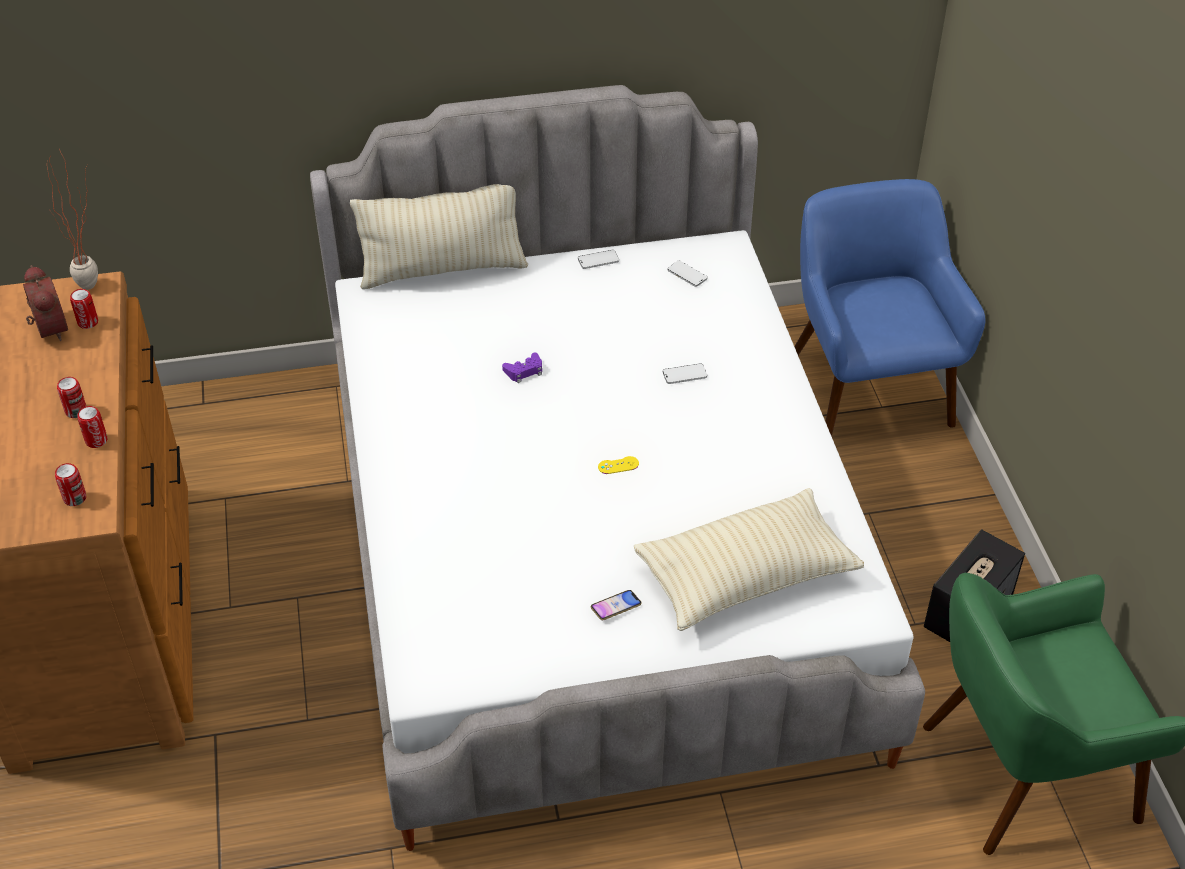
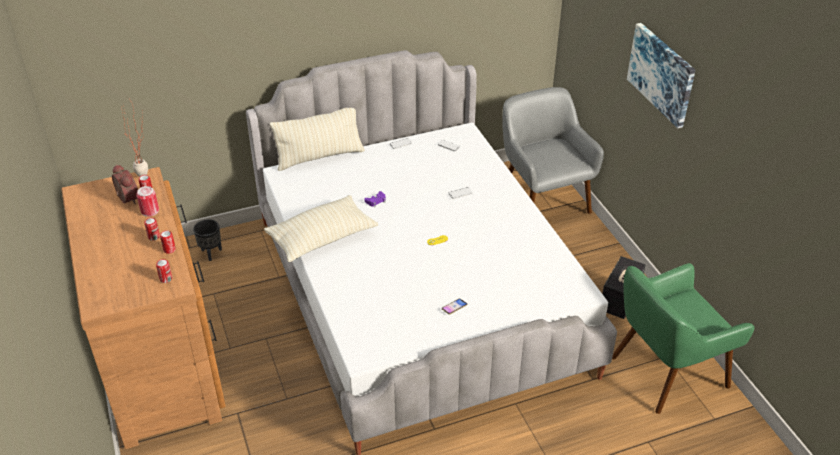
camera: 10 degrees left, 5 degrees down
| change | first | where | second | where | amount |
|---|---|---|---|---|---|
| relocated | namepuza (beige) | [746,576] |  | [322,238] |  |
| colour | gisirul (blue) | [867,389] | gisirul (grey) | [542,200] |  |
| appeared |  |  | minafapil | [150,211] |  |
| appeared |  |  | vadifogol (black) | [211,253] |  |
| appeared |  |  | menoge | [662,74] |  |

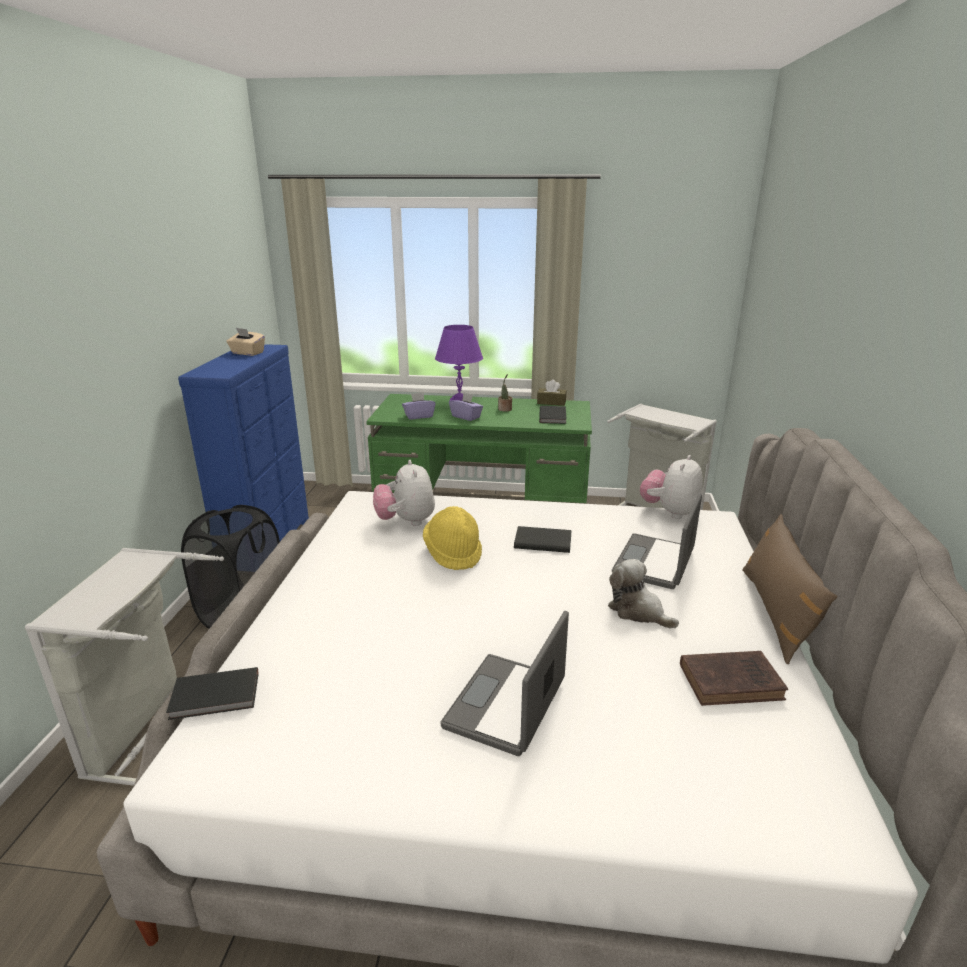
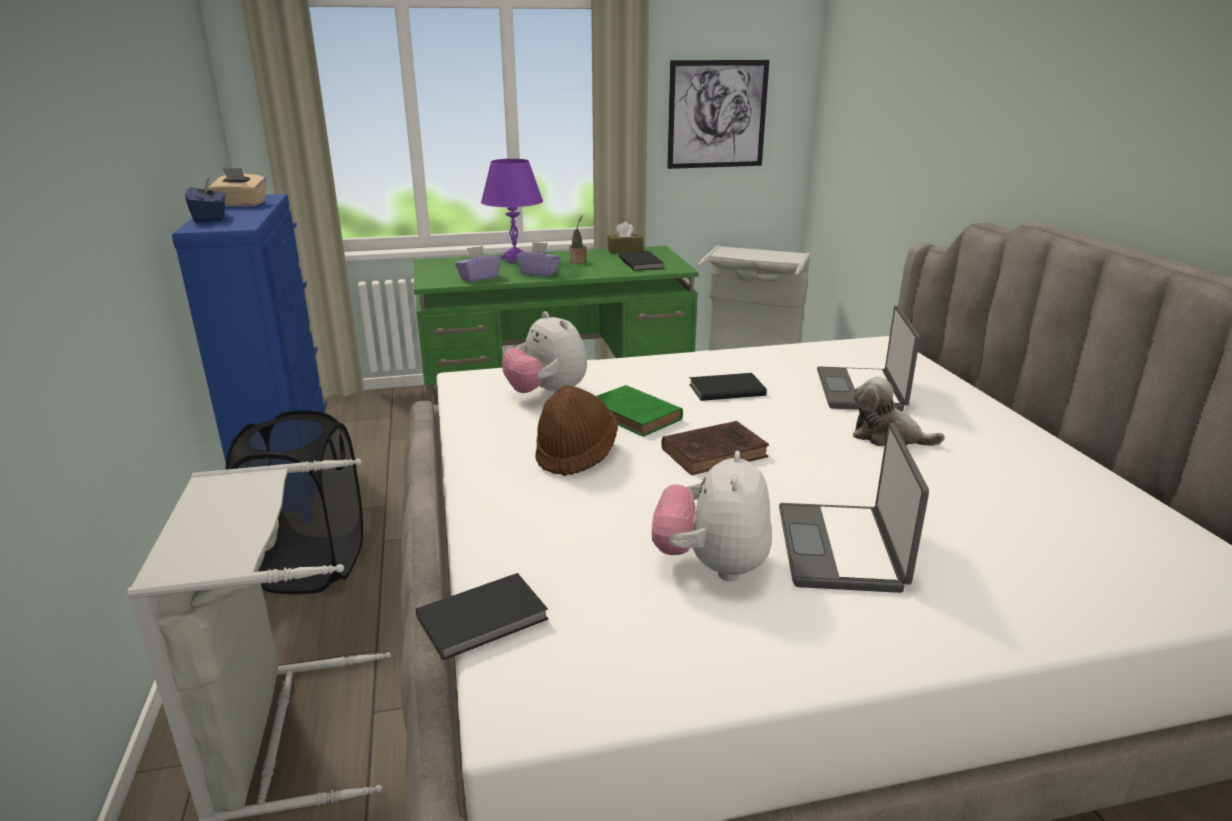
camera: 20 degrees left, 0 degrees up
| change | first | where | second | where | amount |
|---|---|---|---|---|---|
| exchanged | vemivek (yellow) | [453,553] | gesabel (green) | [636,416] |  |
| relocated | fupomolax | [670,512] |  | [711,566] |  |
| relocated | gesabel (brown) | [733,682] |  | [716,452] |  |
| missing | namepuza (brown) | [776,613] |  |  |  |
| appeared |  |  | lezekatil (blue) | [211,218] |  |
| appeared |  |  | vemivek (brown) | [576,454] |  |
| appeared |  |  | menoge | [717,114] |  |

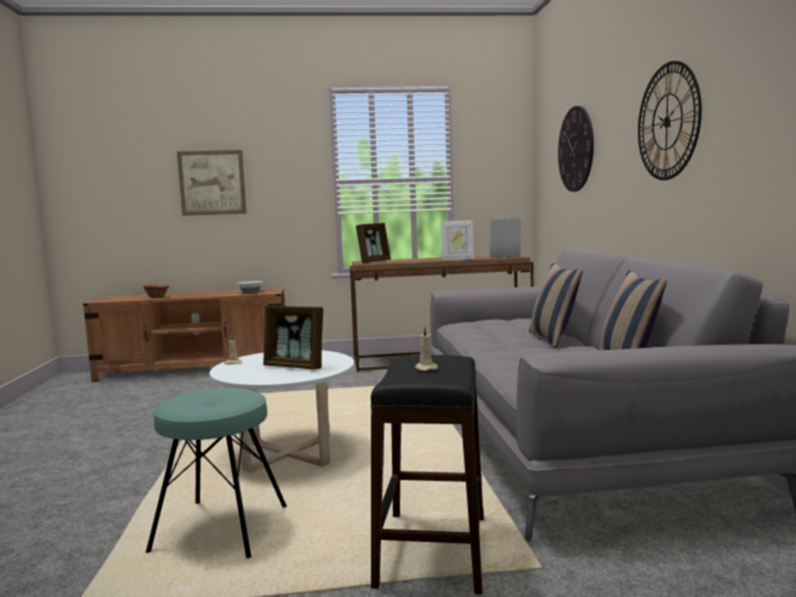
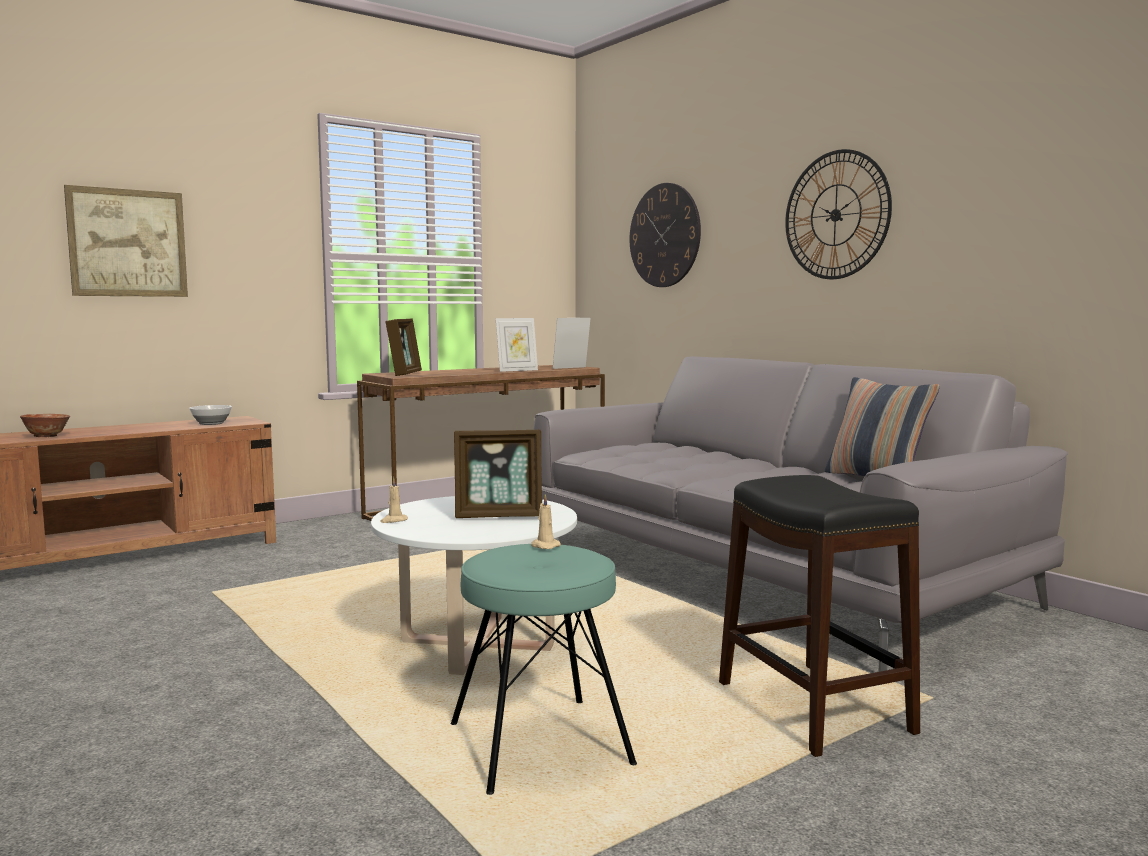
camera: 30 degrees left, 0 degrees up
| change | first | where | second | where | amount |
|---|---|---|---|---|---|
| relocated | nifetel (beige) | [425,368] |  | [544,546] |  |
| missing | namepuza | [553,339] |  |  |  |

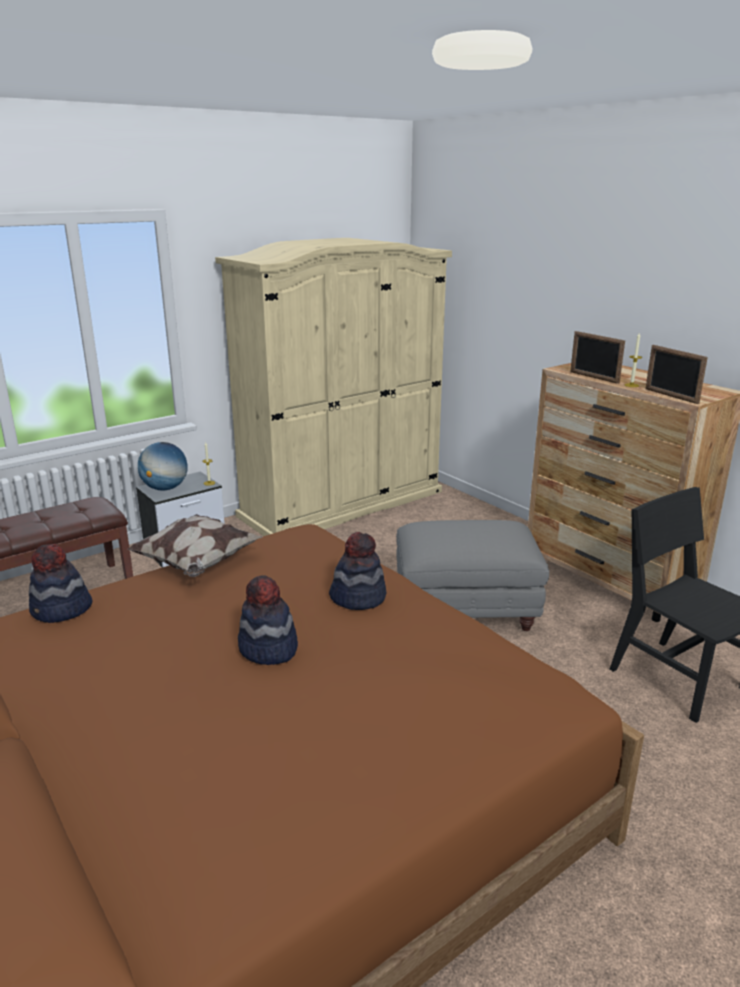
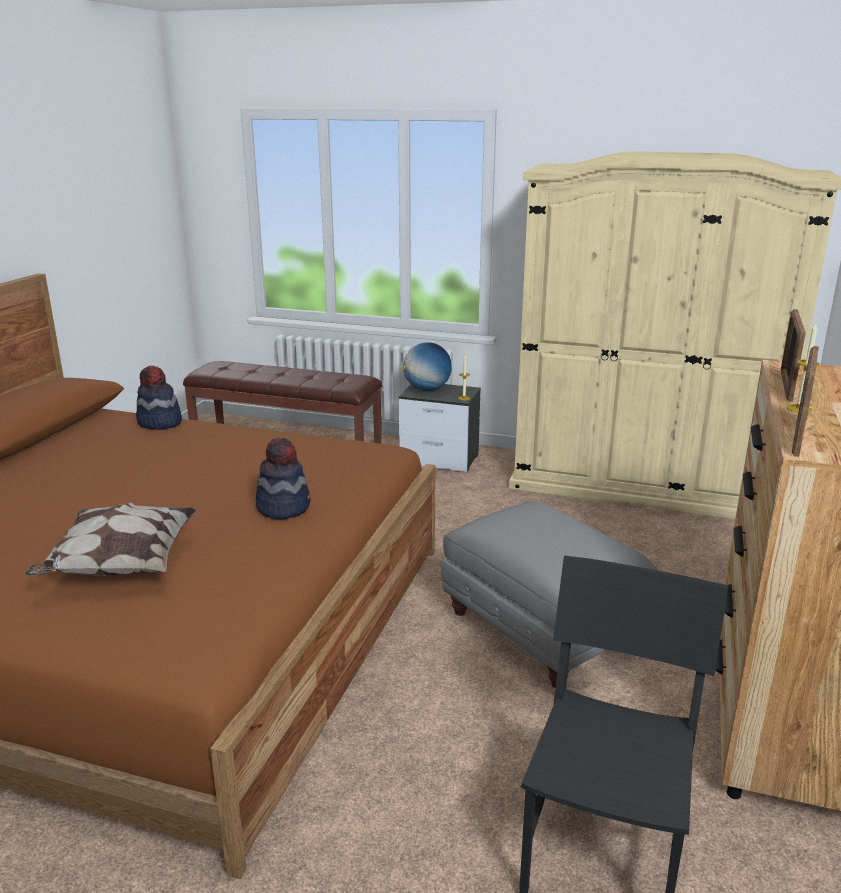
camera: 55 degrees right, 0 degrees up
| change | first | where | second | where | amount |
|---|---|---|---|---|---|
| relocated | namepuza | [197,564] |  | [120,566] |  |
| missing | vemivek | [268,649] |  |  |  |

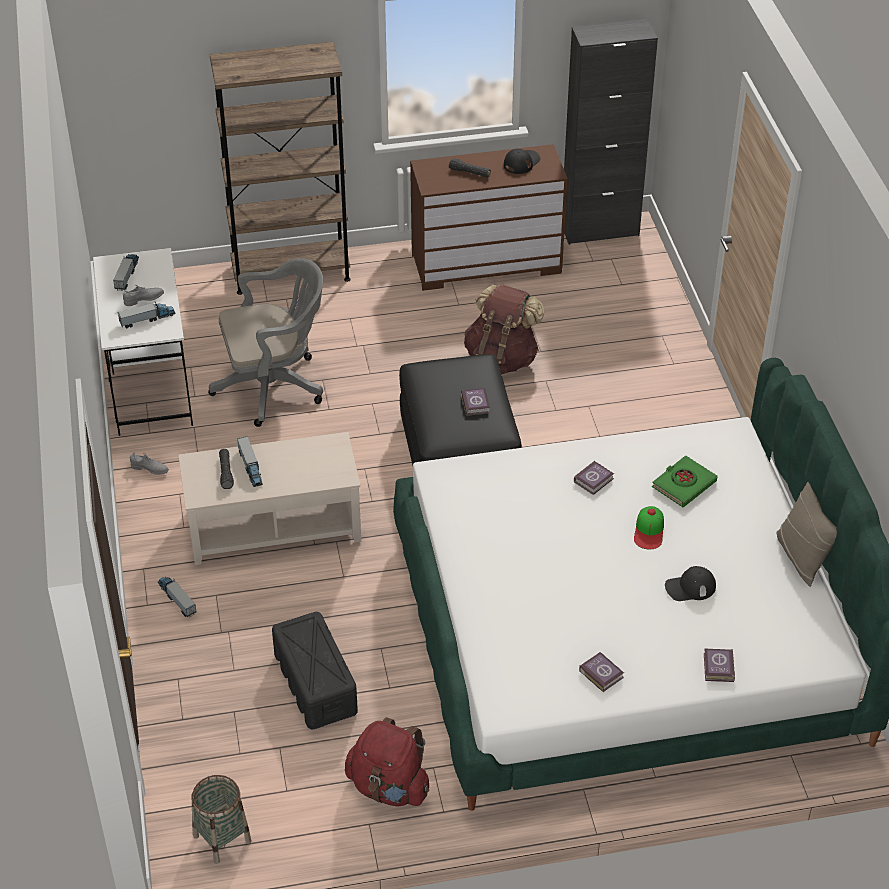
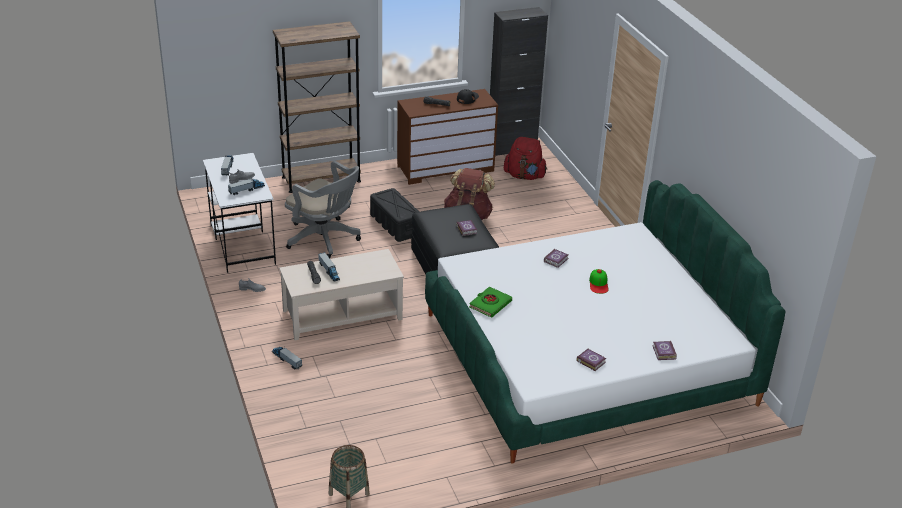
camera: 10 degrees left, 10 degrees down
| change | first | where | second | where | amount |
|---|---|---|---|---|---|
| spun | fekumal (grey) | [275,386] |  | [325,239] | 60 degrees clockwise |
| relocated | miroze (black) | [315,683] |  | [395,224] |  |
| relocated | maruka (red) | [389,788] |  | [524,176] |  |
| relocated | gesabel (green) | [683,484] |  | [490,304] |  |
| missing | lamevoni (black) | [690,587] |  |  |  |
| missing | namepuza (beige) | [802,557] |  |  |  |

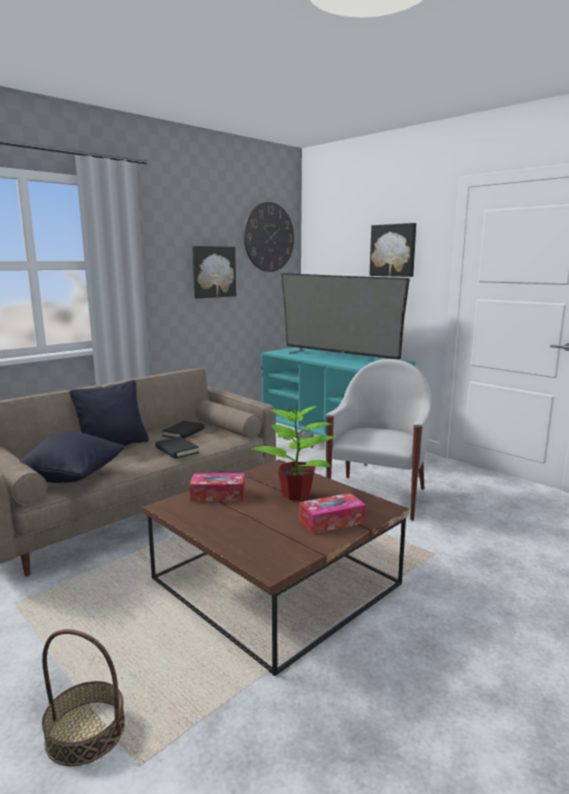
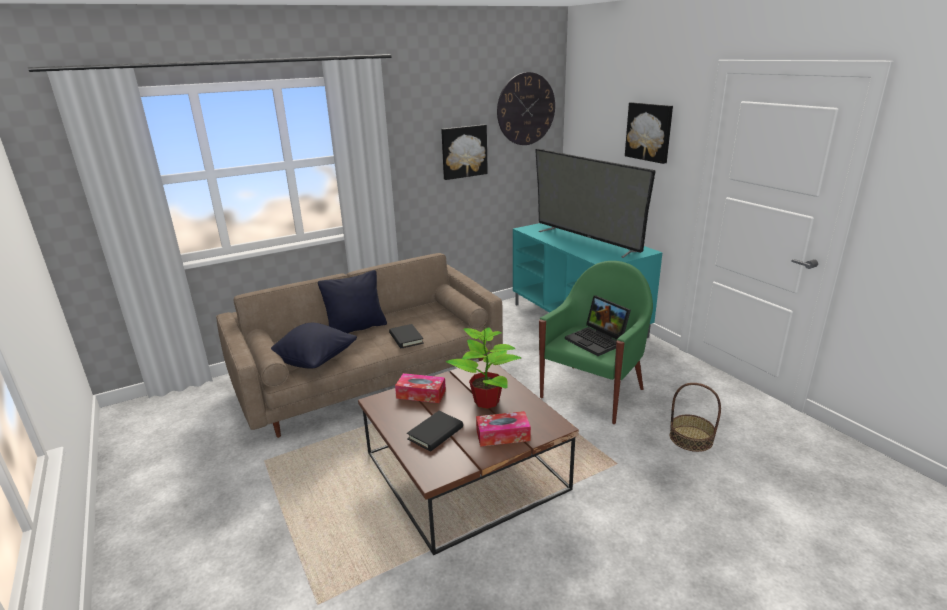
camera: 15 degrees right, 10 degrees up
| change | first | where | second | where | amount |
|---|---|---|---|---|---|
| relocated | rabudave | [85,732] |  | [691,438] |  |
| relocated | gesabel (black) | [183,432] |  | [435,433] |  |
| colour | gisirul (white) | [378,496] | gisirul (green) | [593,392] |  |
| appeared |  |  | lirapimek | [597,341] |  |

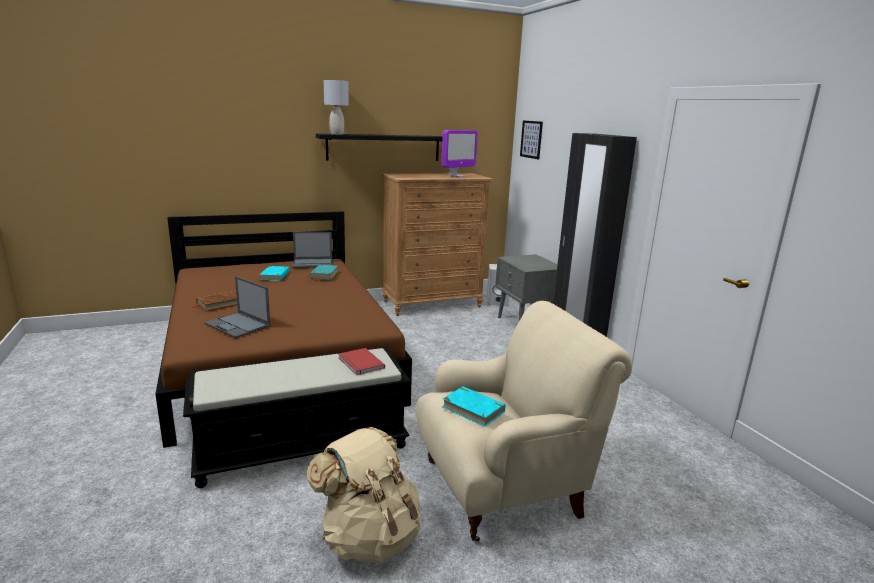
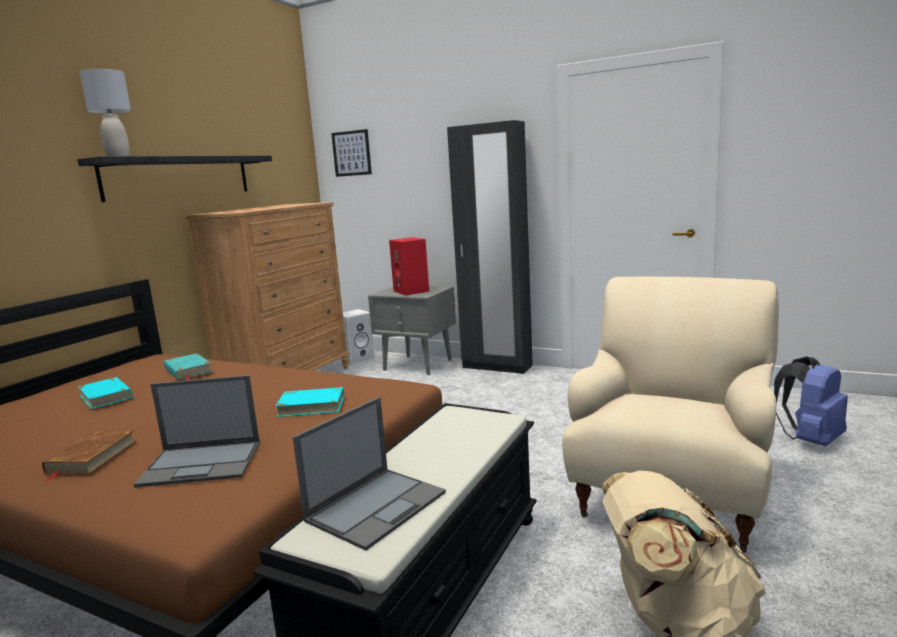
camera: 40 degrees left, 5 degrees down
| change | first | where | second | where | amount |
|---|---|---|---|---|---|
| relocated | lirapimek | [313,263] |  | [377,506] |  |
| missing | gesabel (red) | [359,363] |  |  |  |
| missing | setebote | [457,176] |  |  |  |
| relocated | gesabel (turquoise) | [473,409] |  | [311,406] |  |
| appeared |  |  | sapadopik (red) | [412,291] |  |
| appeared |  |  | maruka (blue) | [810,440] |  |

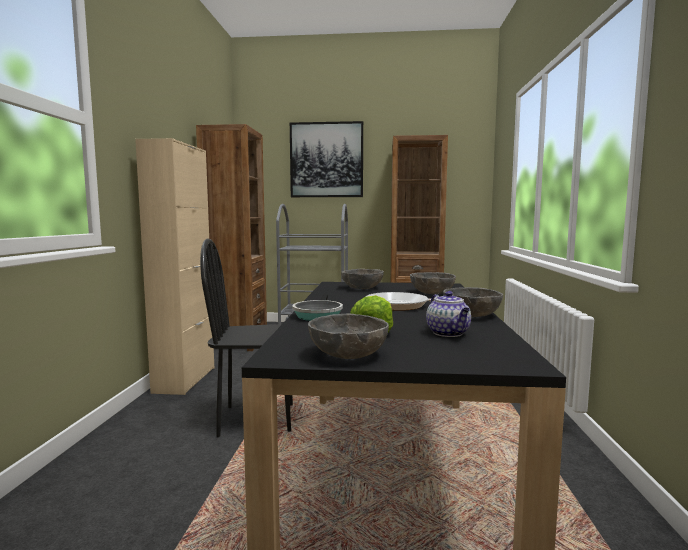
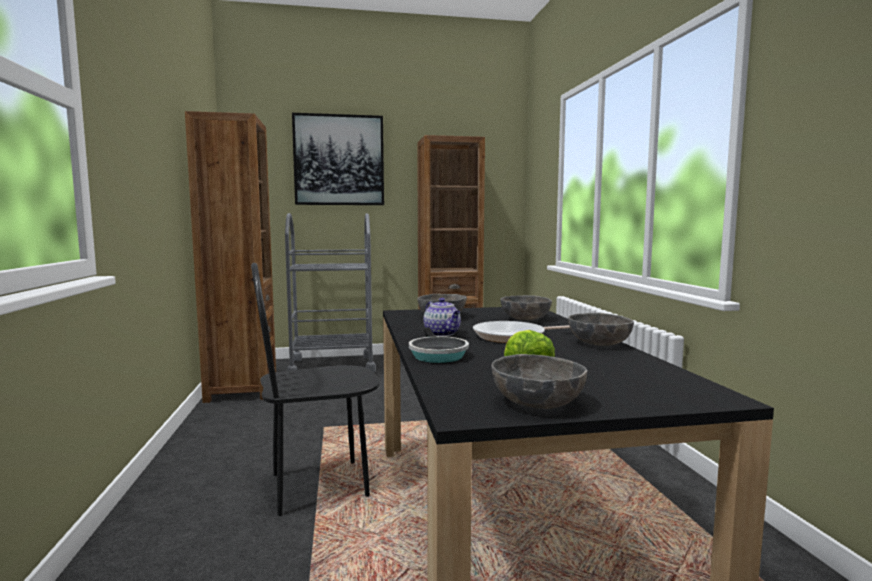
camera: 15 degrees left, 0 degrees up
| change | first | where | second | where | amount |
|---|---|---|---|---|---|
| missing | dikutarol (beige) | [185,379] |  |  |  |
| relocated | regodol | [449,333] |  | [443,334] |  |

